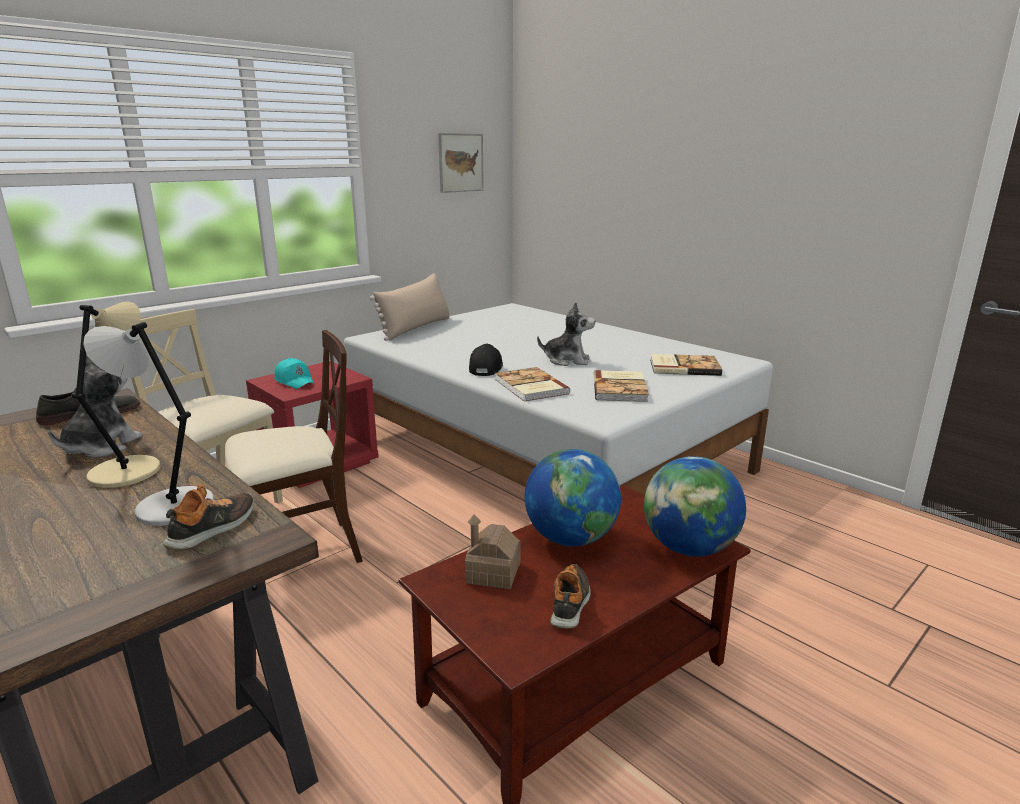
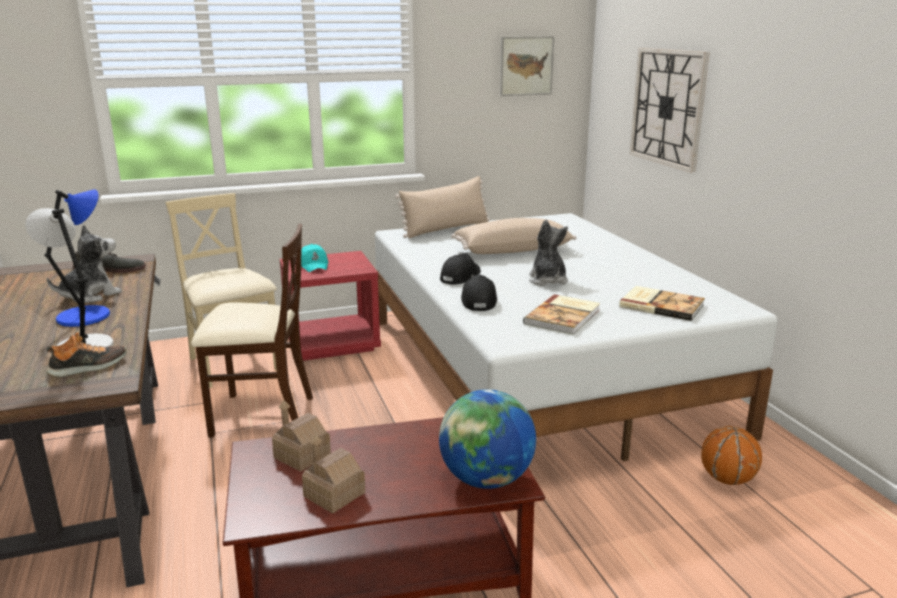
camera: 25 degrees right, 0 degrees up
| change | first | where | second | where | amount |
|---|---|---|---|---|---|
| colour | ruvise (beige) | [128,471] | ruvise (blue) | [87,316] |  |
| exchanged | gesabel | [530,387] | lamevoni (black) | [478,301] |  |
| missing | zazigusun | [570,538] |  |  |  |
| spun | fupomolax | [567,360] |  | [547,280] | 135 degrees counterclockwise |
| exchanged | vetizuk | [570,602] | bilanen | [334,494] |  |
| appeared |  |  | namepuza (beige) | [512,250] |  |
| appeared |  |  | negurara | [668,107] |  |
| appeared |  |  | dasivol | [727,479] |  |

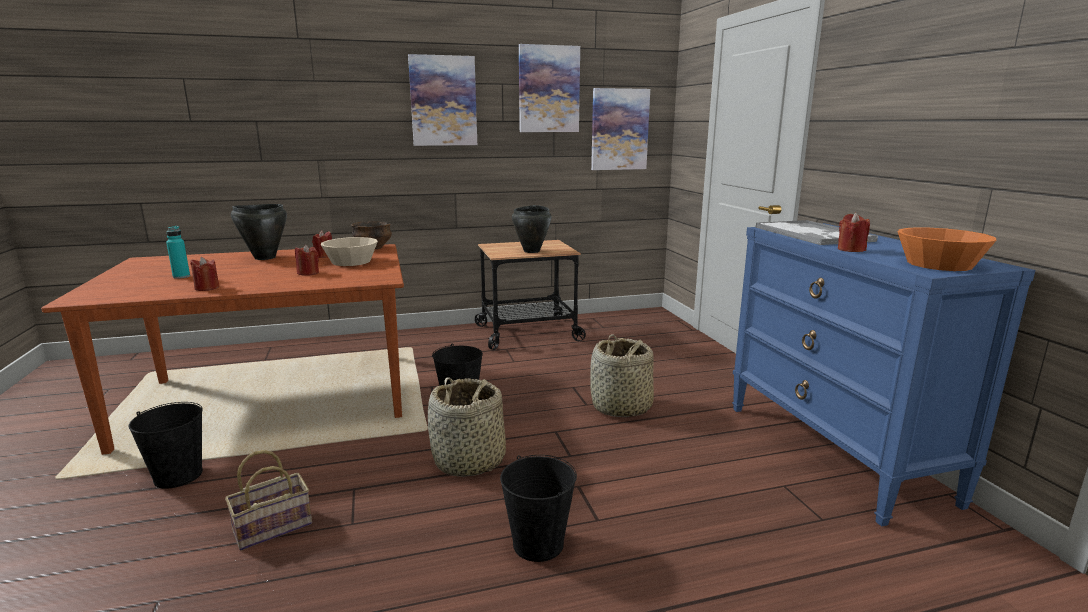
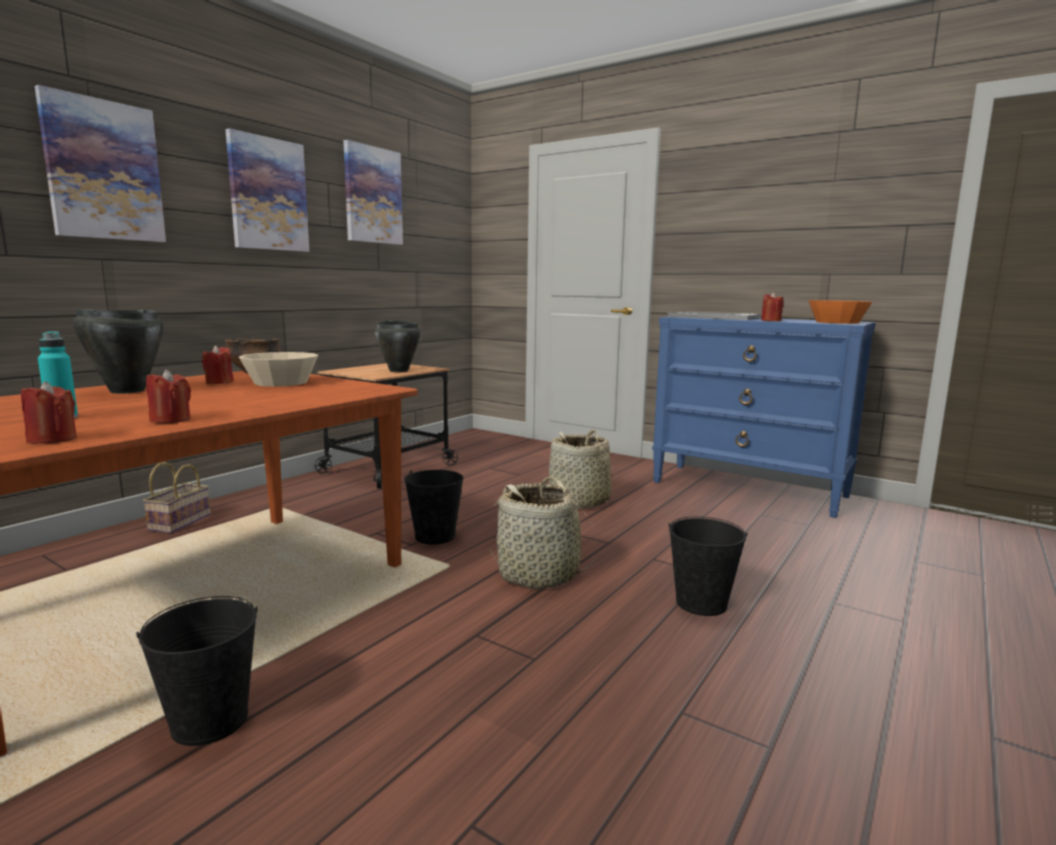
camera: 40 degrees left, 5 degrees down
| change | first | where | second | where | amount |
|---|---|---|---|---|---|
| relocated | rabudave | [274,526] |  | [180,522] |  |
| relocated | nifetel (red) | [308,273] |  | [52,439] |  |
| relocated | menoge | [619,129] |  | [103,170] |  |

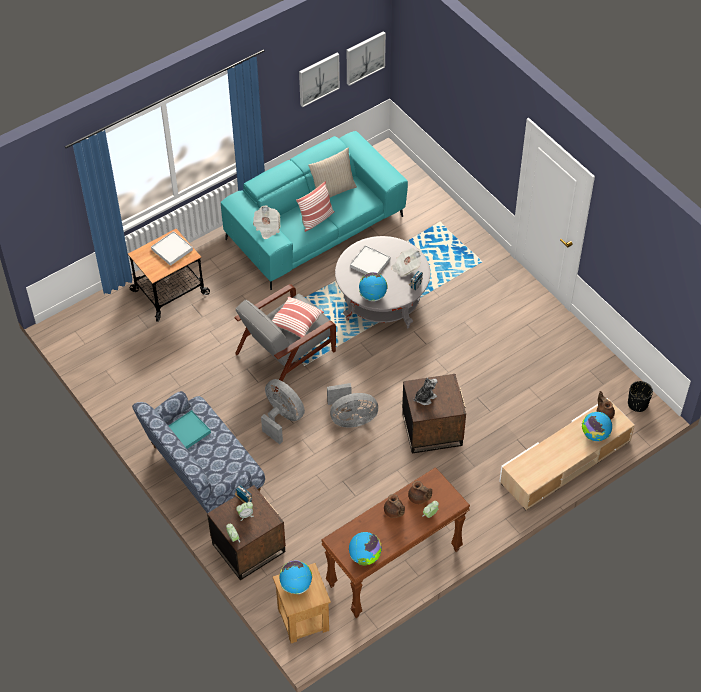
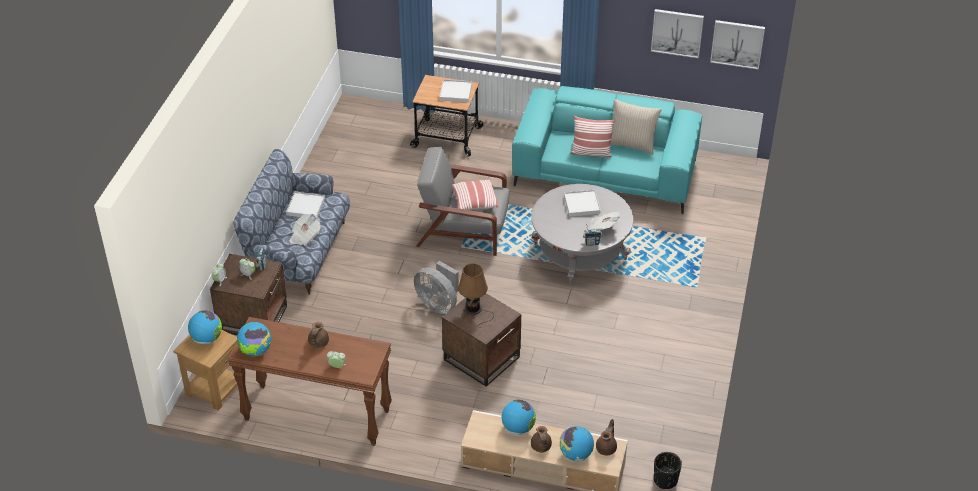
camera: 50 degrees right, 10 degrees down
| change | first | where | second | where | amount |
|---|---|---|---|---|---|
| colour | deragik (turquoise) | [188,431] | deragik (white) | [305,207] |  |
| relocated | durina | [267,227] |  | [304,236] |  |
| missing | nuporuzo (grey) | [282,419] |  |  |  |
| relocated | zazigusun | [373,295] |  | [518,428] |  |
| relocated | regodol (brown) | [418,498] |  | [541,447] |  |
| exchanged | fupomolax | [425,397] | ruvise (brown) | [474,310] |  |

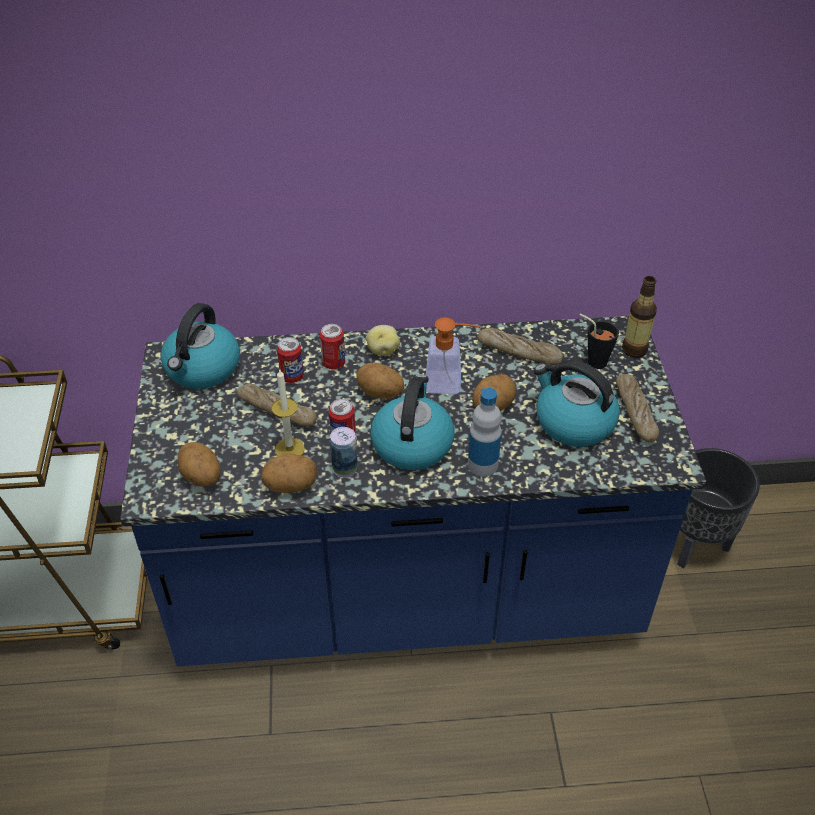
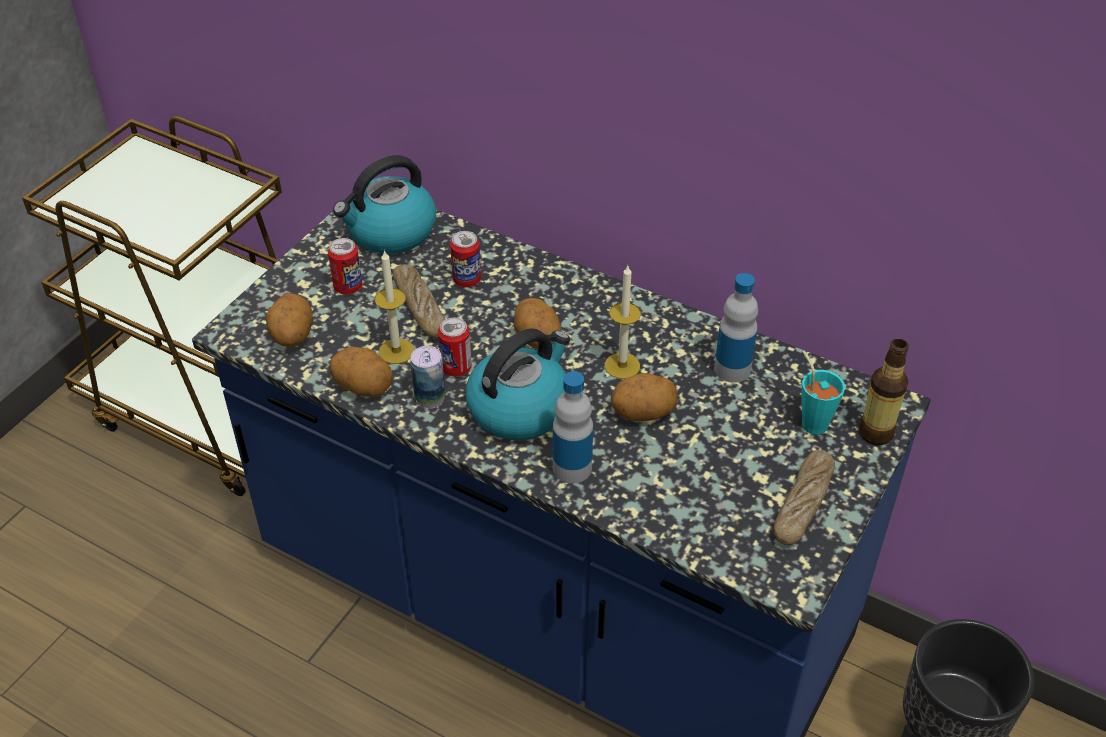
camera: 35 degrees right, 0 degrees up
| change | first | where | second | where | amount |
|---|---|---|---|---|---|
| relocated | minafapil | [333,363] |  | [348,287] |  |
| missing | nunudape | [383,350] |  |  |  |
| exchanged | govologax | [451,383] | nifetel | [622,366] |  |
| exchanged | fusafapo | [519,352] | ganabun | [732,369] |  |
| missing | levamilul | [573,422] |  |  |  |
| colour | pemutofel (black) | [593,360] | pemutofel (turquoise) | [812,420] |  |

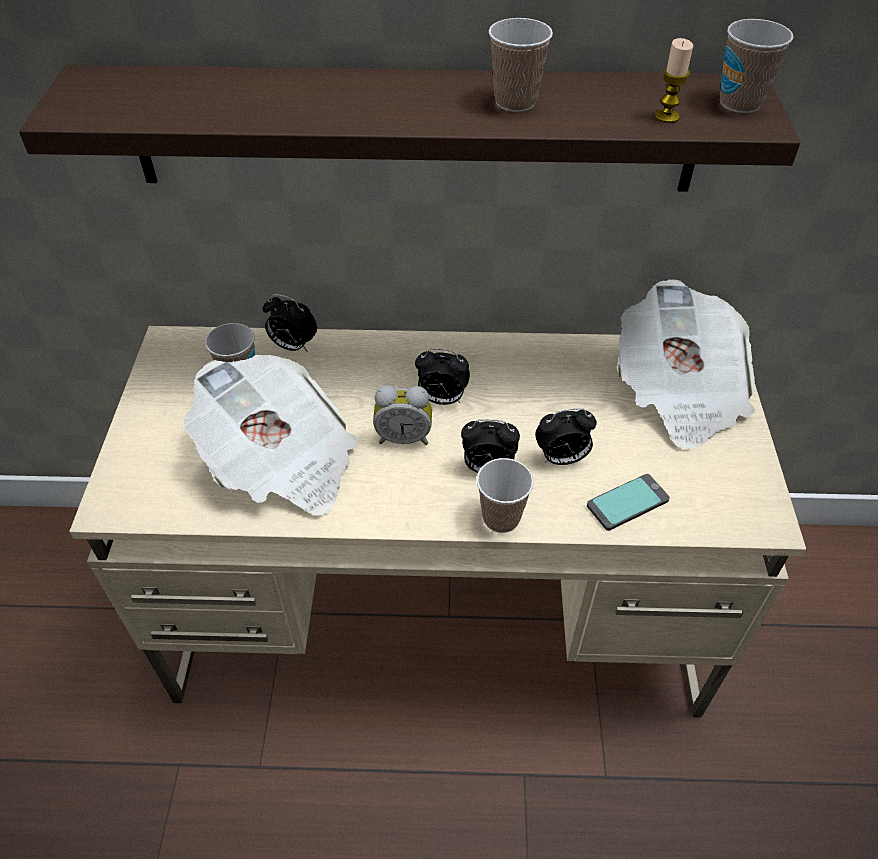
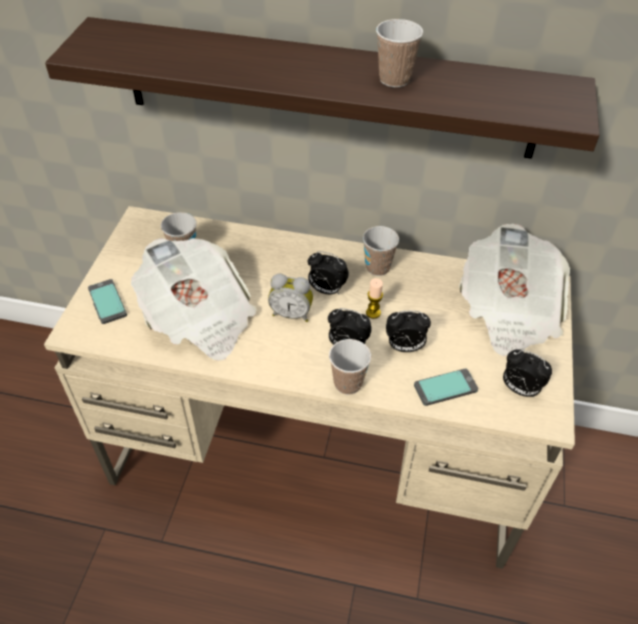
camera: 10 degrees right, 0 degrees up
| change | first | where | second | where | amount |
|---|---|---|---|---|---|
| relocated | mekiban | [293,346] |  | [519,389] |  |
| relocated | nifetel | [666,117] |  | [373,313] |  |
| relocated | pemutofel | [740,103] |  | [377,267] |  |
| appeared |  |  | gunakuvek | [107,302] |  |

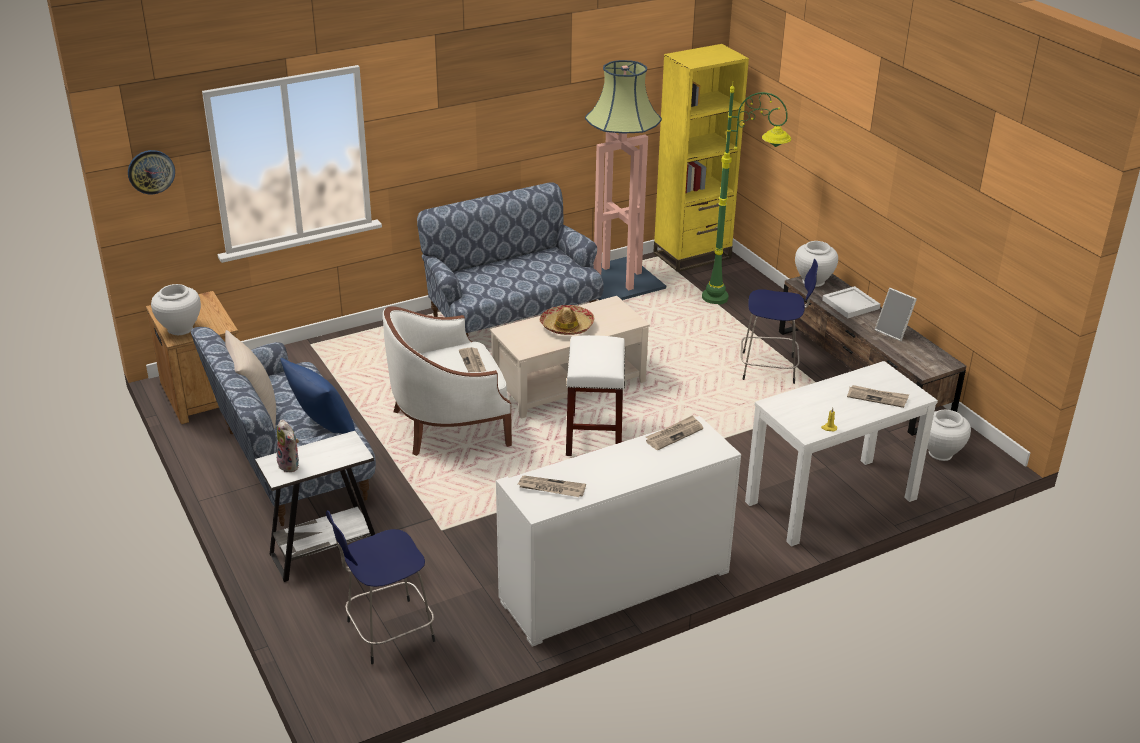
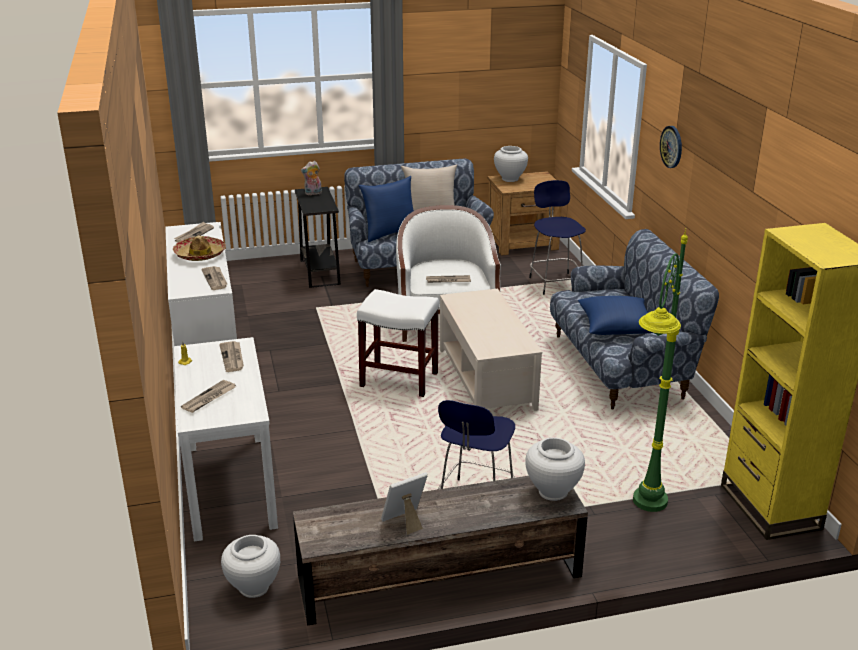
camera: 105 degrees right, 5 degrees down
| change | first | where | second | where | amount |
|---|---|---|---|---|---|
| relocated | negurara | [151,171] |  | [672,146] |  |
| colour | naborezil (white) | [325,552] | naborezil (black) | [320,272] |  |
| relocated | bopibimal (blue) | [387,632] |  | [555,283] |  |
| relocated | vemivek | [567,326] |  | [200,255] |  |
| missing | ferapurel | [617,281] |  |  |  |
| missing | deragik (white) | [851,304] |  |  |  |
| appeared |  |  | durina | [232,358] |  |
| appeared |  |  | namepuza (blue) | [616,327] |  |

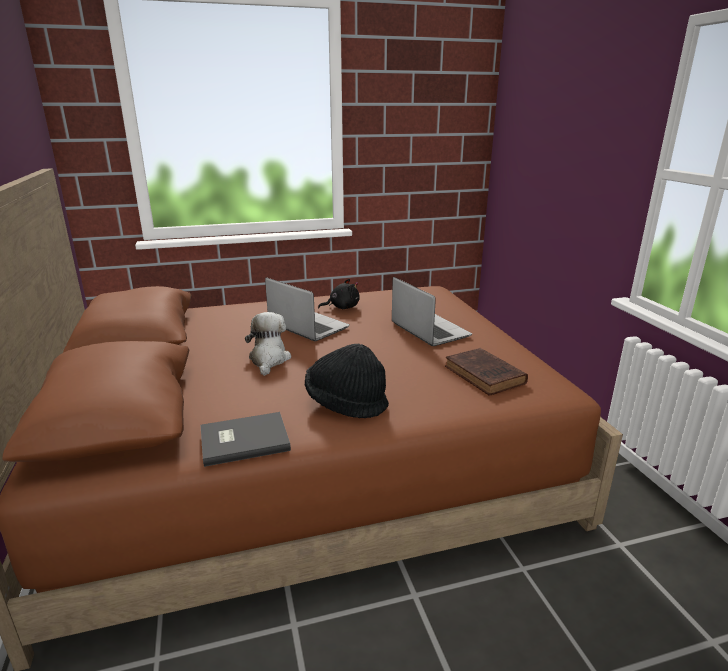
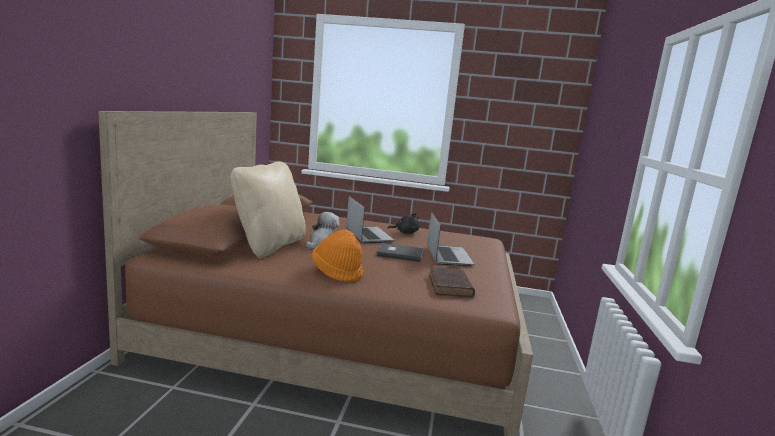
camera: 25 degrees right, 10 degrees down
| change | first | where | second | where | amount |
|---|---|---|---|---|---|
| relocated | gesabel (grey) | [243,440] |  | [399,254] |  |
| colour | vemivek (black) | [346,403] | vemivek (orange) | [337,272] |  |
| appeared |  |  | namepuza (beige) | [269,246] |  |

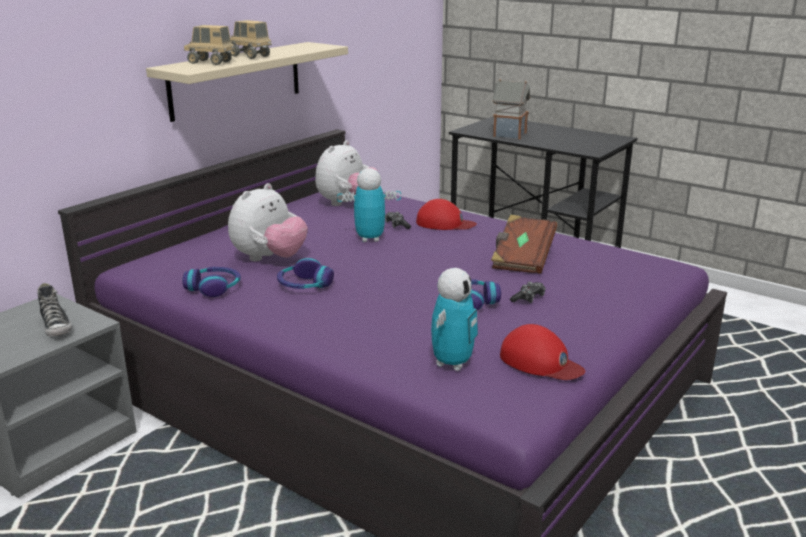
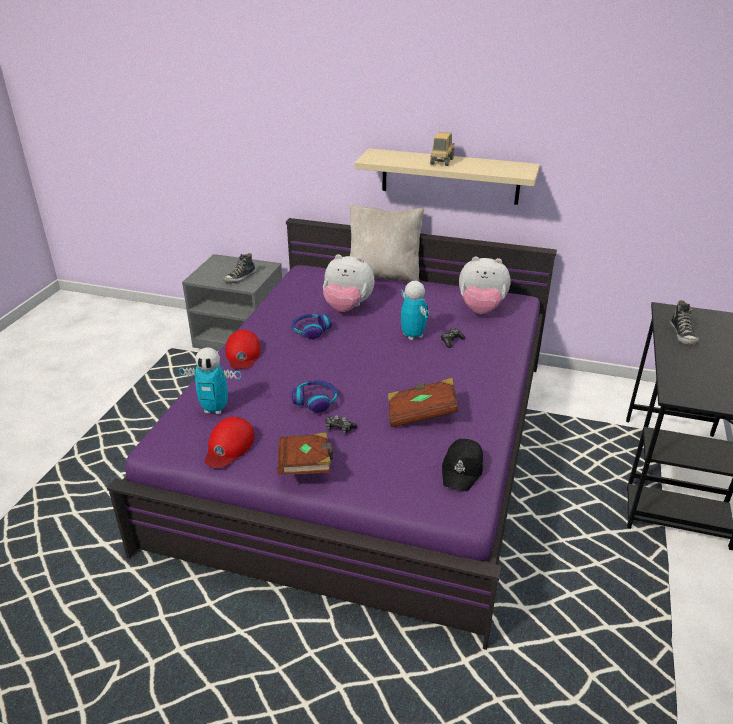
camera: 70 degrees right, 10 degrees up
| change | first | where | second | where | amount |
|---|---|---|---|---|---|
| missing | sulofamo | [214,287] |  |  |  |
| missing | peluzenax | [210,63] |  |  |  |
| relocated | lamevoni (red) | [444,223] |  | [243,354] |  |
| exchanged | bilanen | [509,134] | vetizuk | [683,335] |  |
| appeared |  |  | gesabel (brown) | [306,466] |  |
| appeared |  |  | namepuza (beige) | [384,276] |  |
| appeared |  |  | lamevoni (black) | [462,470] |  |

